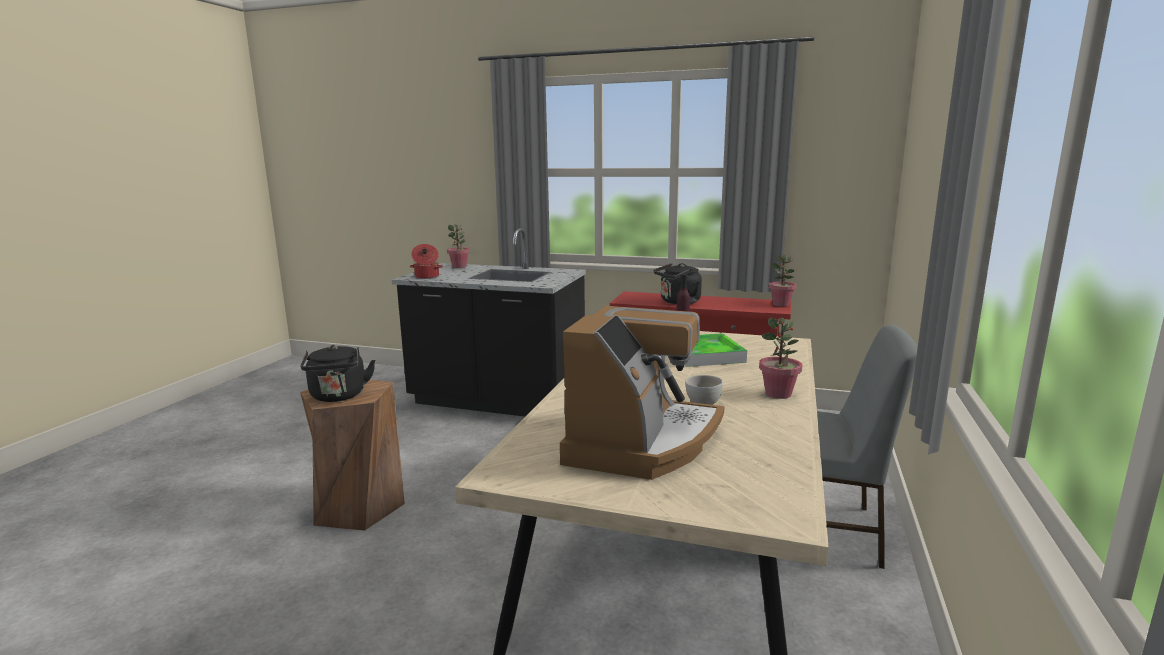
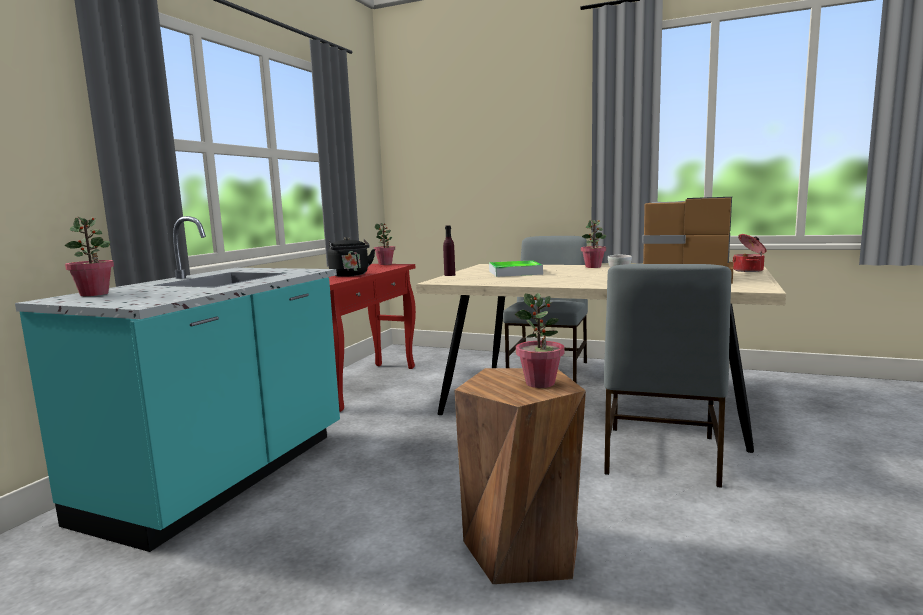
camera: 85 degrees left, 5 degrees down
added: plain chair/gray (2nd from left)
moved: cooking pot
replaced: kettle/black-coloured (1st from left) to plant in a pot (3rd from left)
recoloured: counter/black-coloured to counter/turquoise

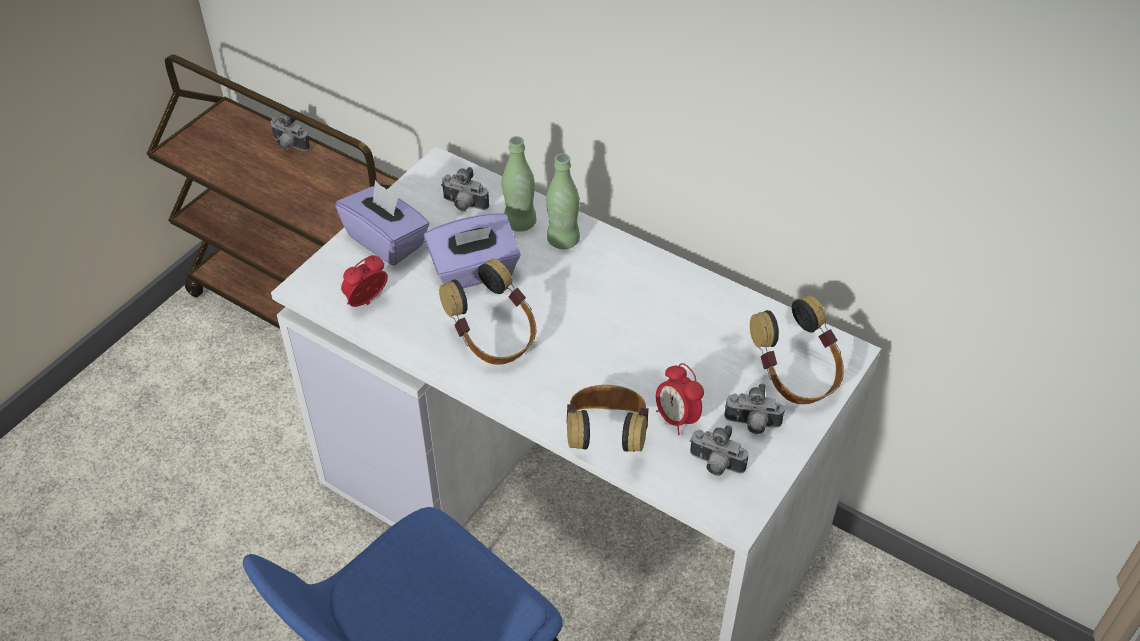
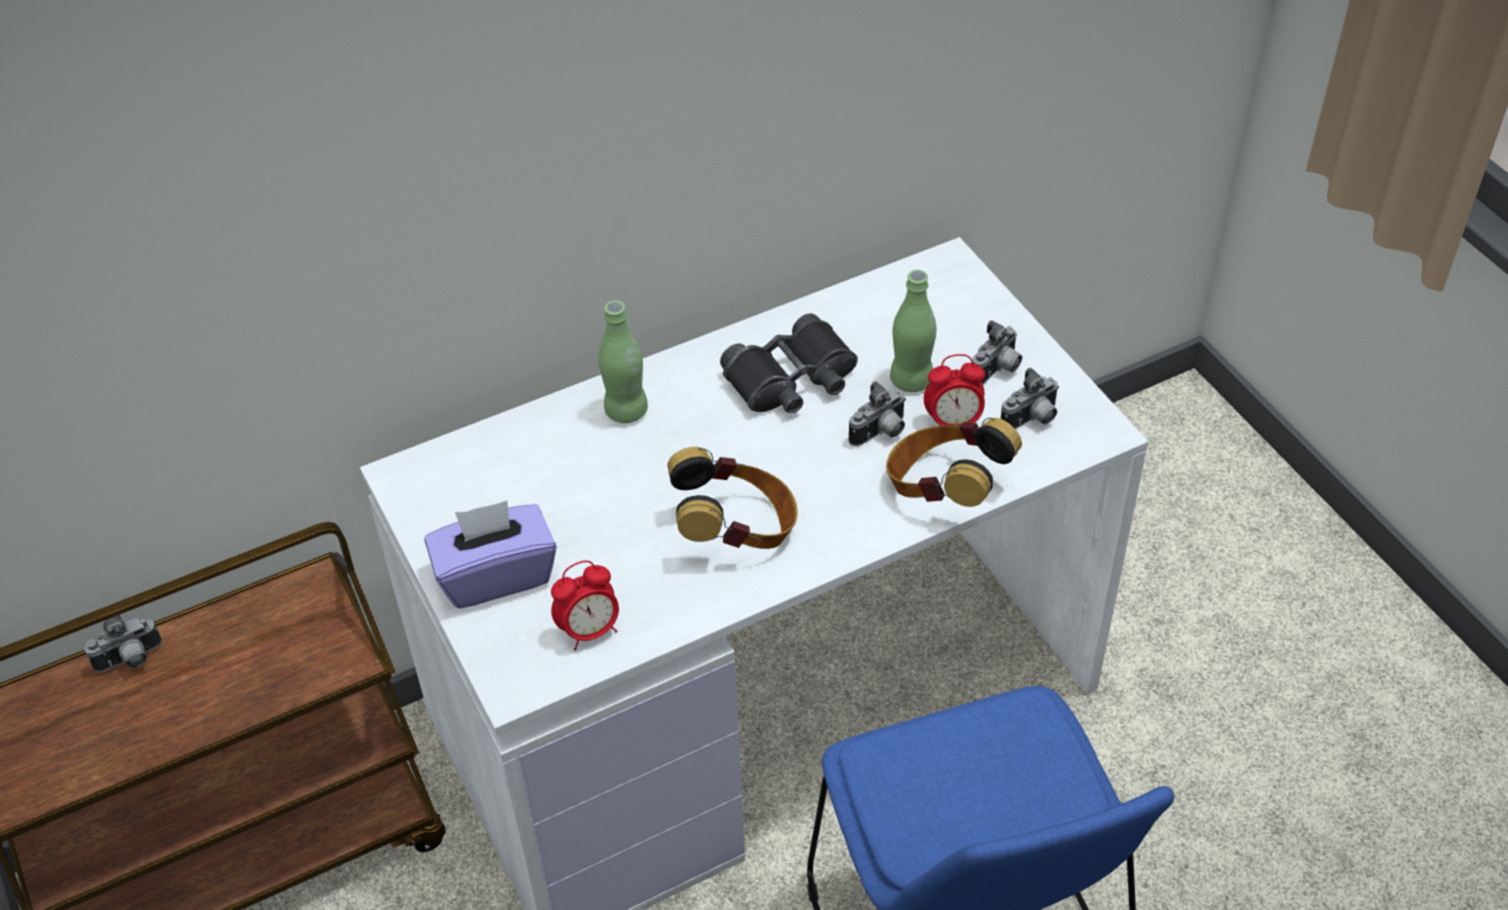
camera: 60 degrees left, 0 degrees up
removed: tissue holder/purplish (2nd from left); headset (3rd from left)
added: pair of binoculars/black-coloured
moved: still camera (2nd from left); beverage bottle/greenish (1st from left in the first image) to beverage bottle/greenish (2nd from left)
turned: bedside clock (1st from left) 105 degrees counterclockwise

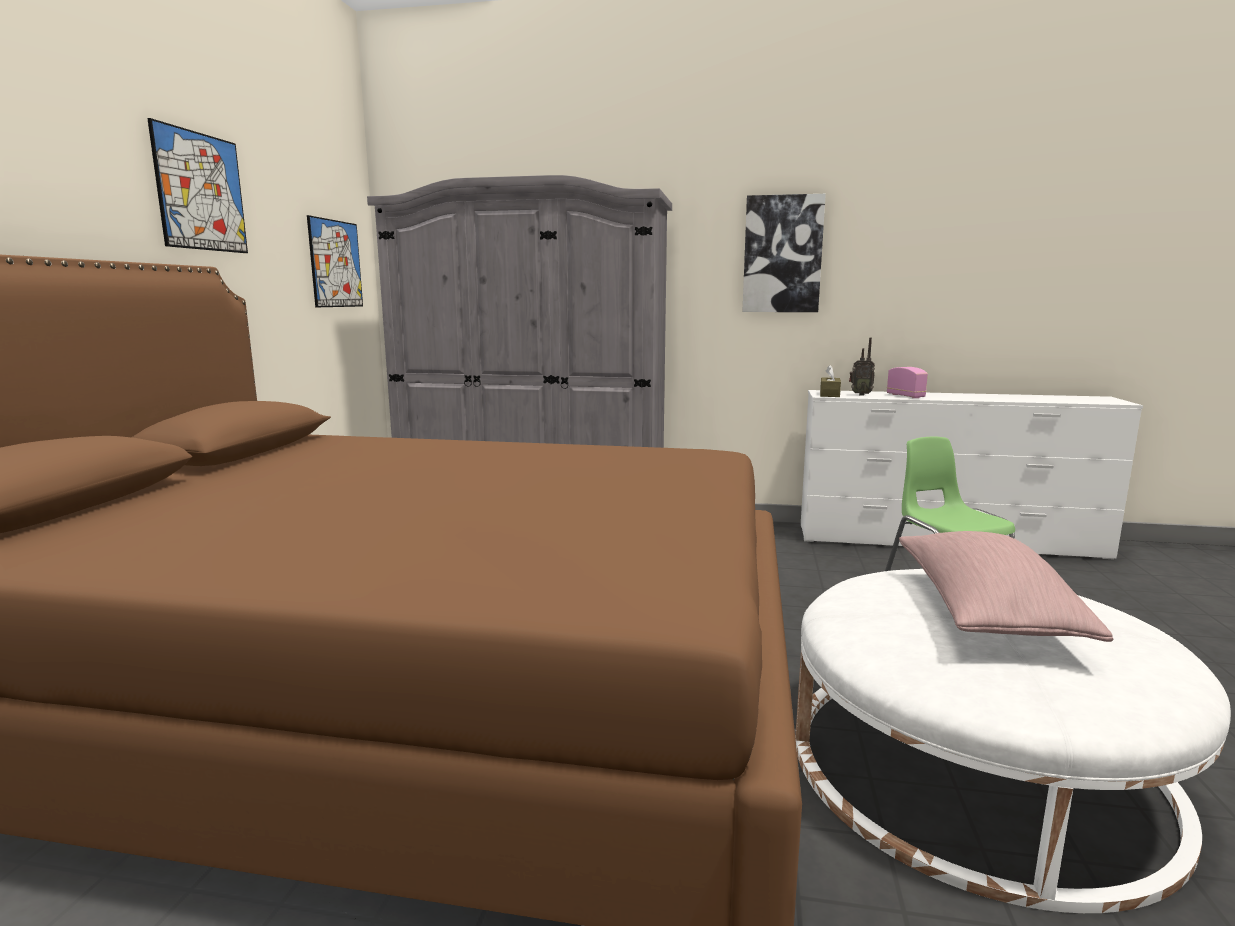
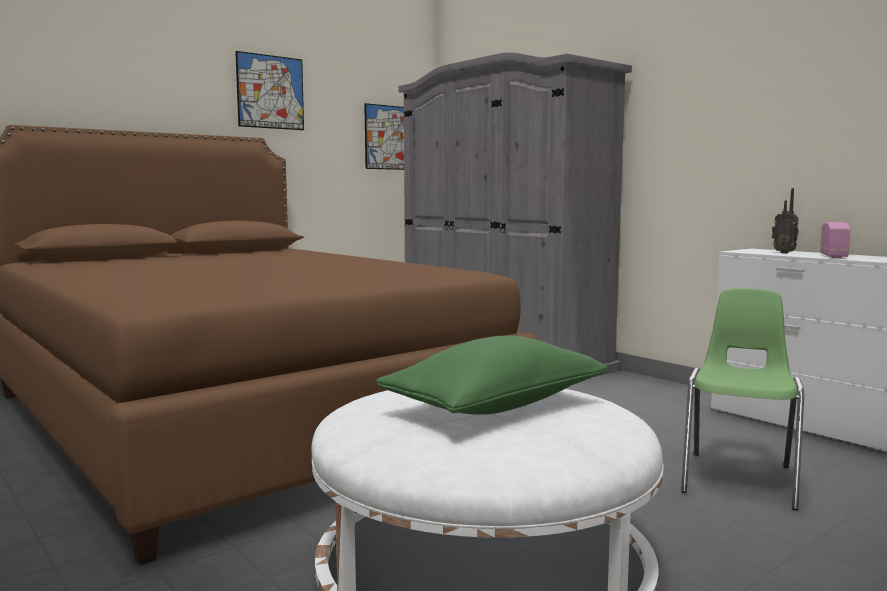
camera: 40 degrees right, 5 degrees down
removed: wall art (3rd from left); tissue holder/brown-coloured
recoloured: cushion/pink-coloured to cushion/greenish

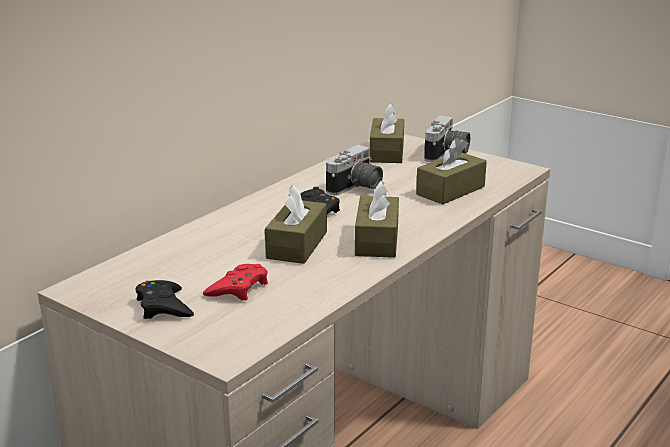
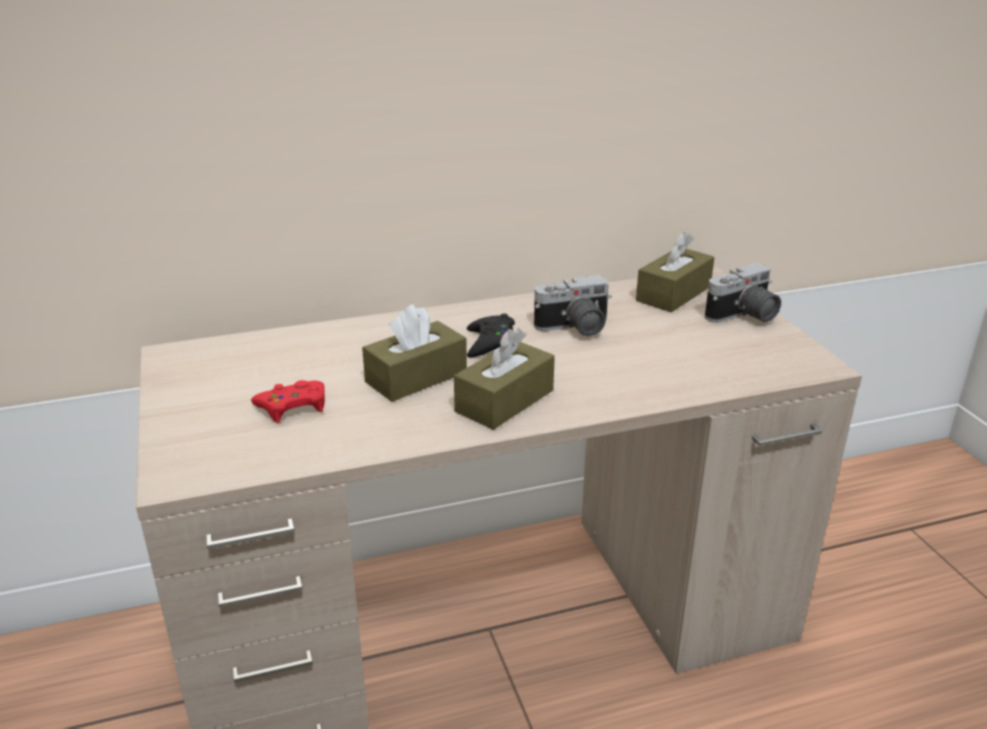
camera: 35 degrees right, 5 degrees up
removed: game controller/black-coloured (1st from left); tissue holder/brown-coloured (4th from left)

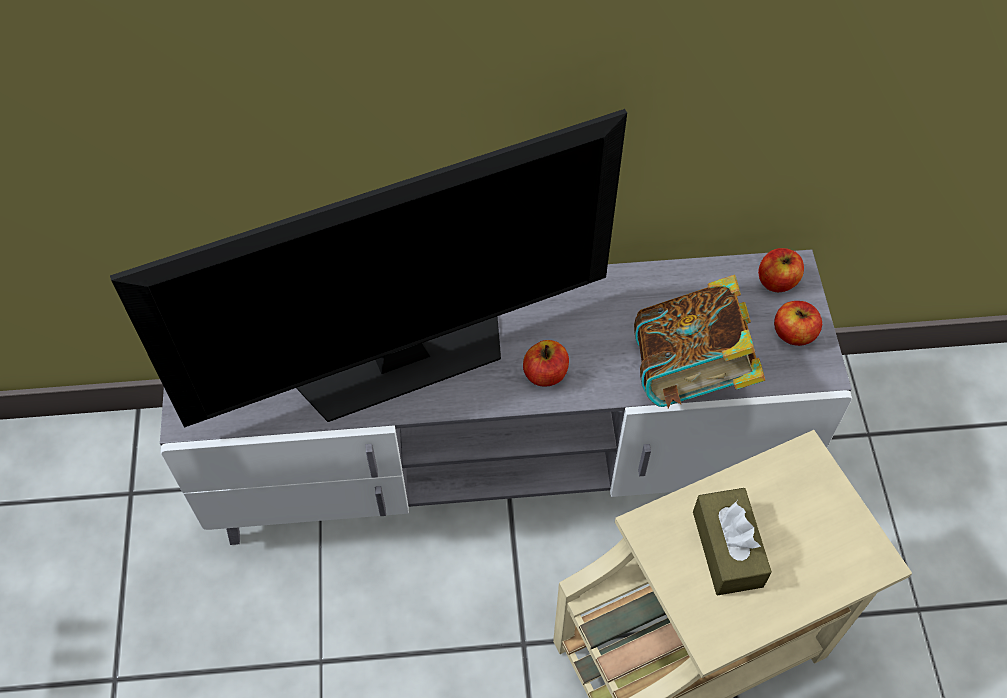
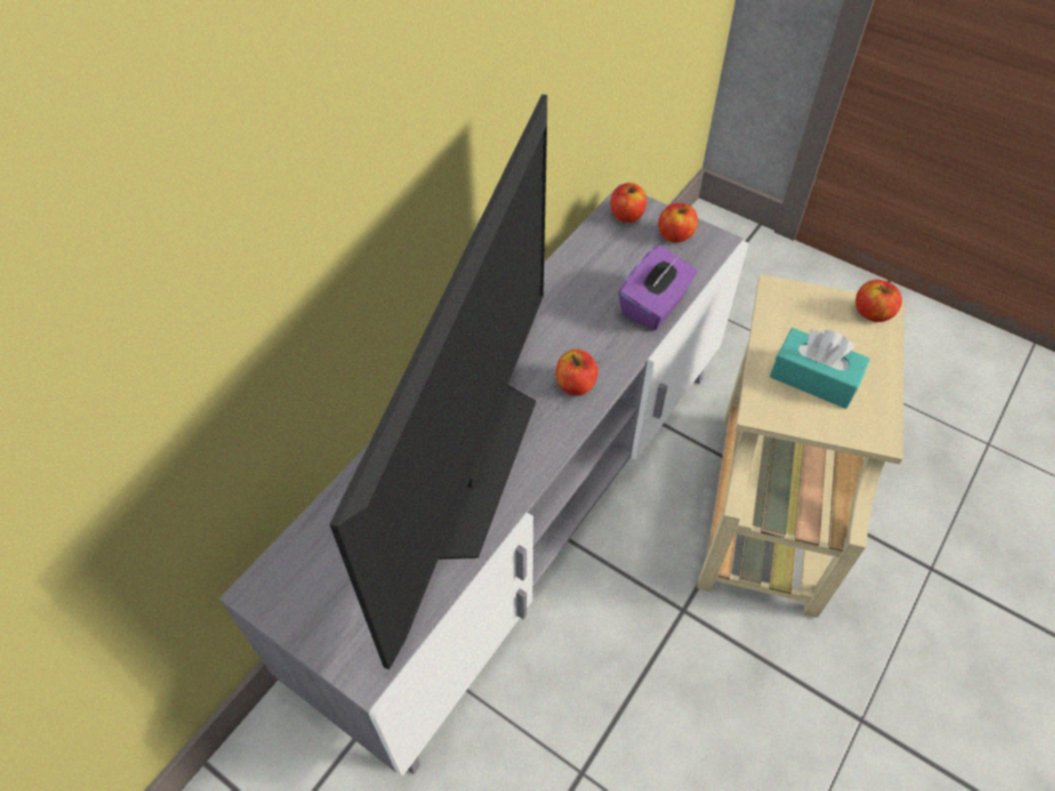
camera: 50 degrees left, 5 degrees down
added: apple fruit (4th from left)
replaced: book to tissue holder/purplish
recoloured: tissue holder/brown-coloured to tissue holder/turquoise

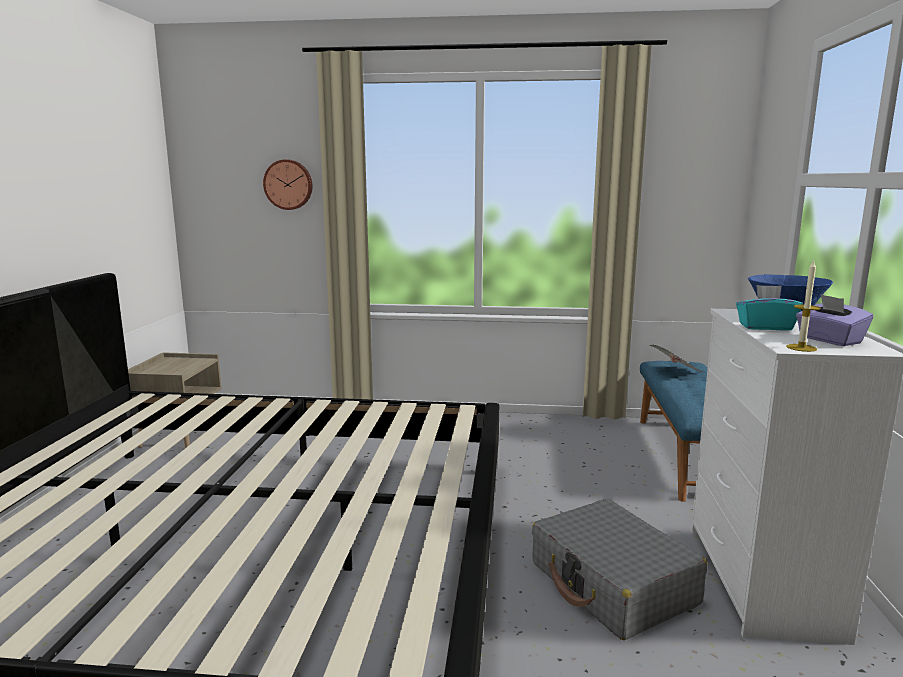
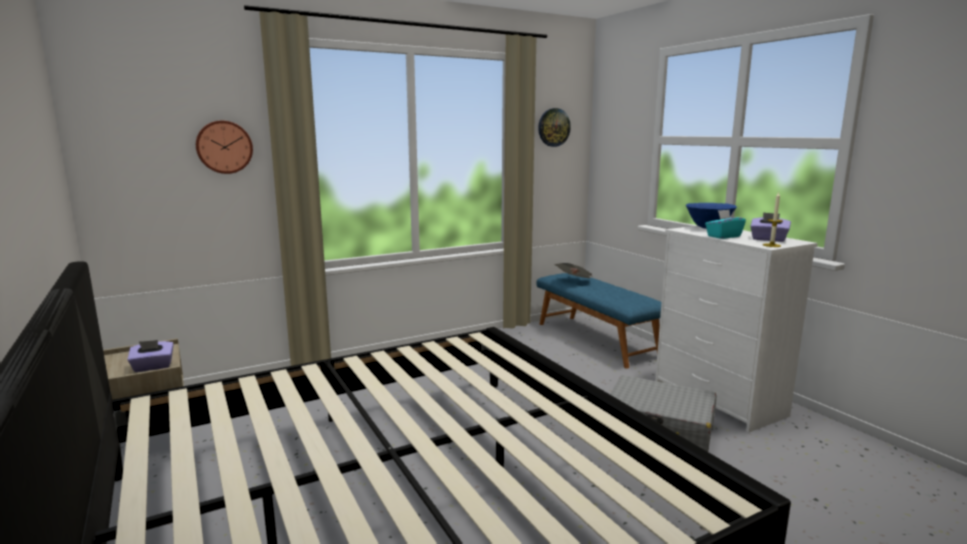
camera: 35 degrees left, 0 degrees up
added: tissue holder/purplish (1st from left); wall clock (2nd from left)

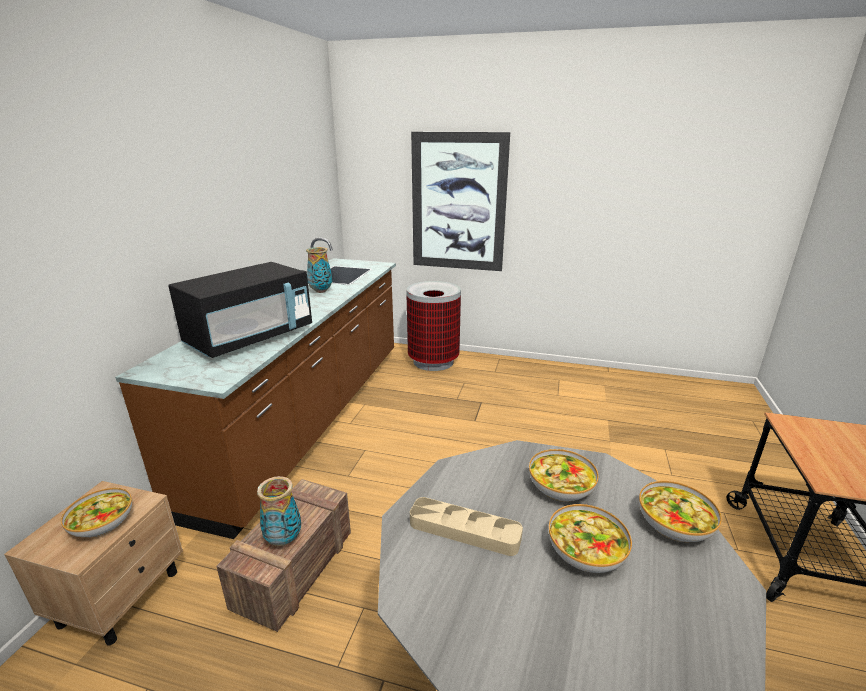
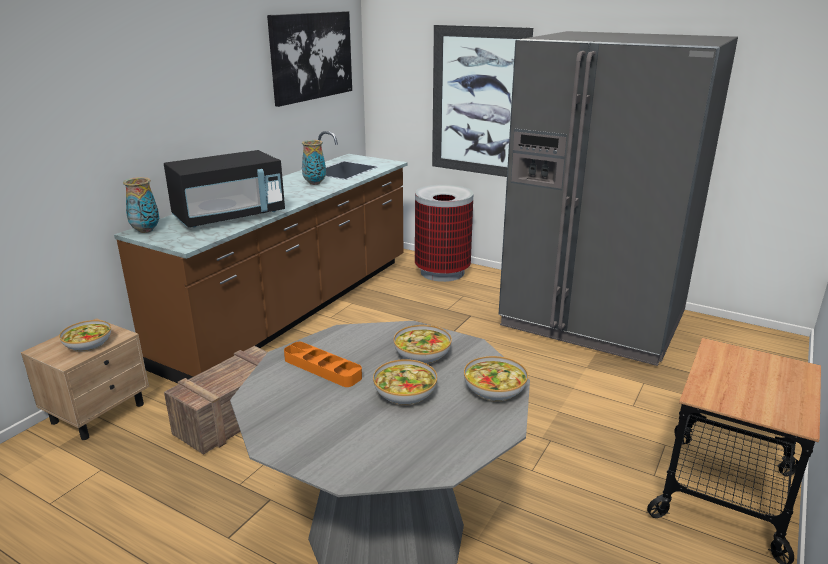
camera: 15 degrees right, 0 degrees up
added: wall art (1st from left); refrigerator/gray
moved: vase (1st from left)
recoloured: tray/beige-coloured to tray/orange

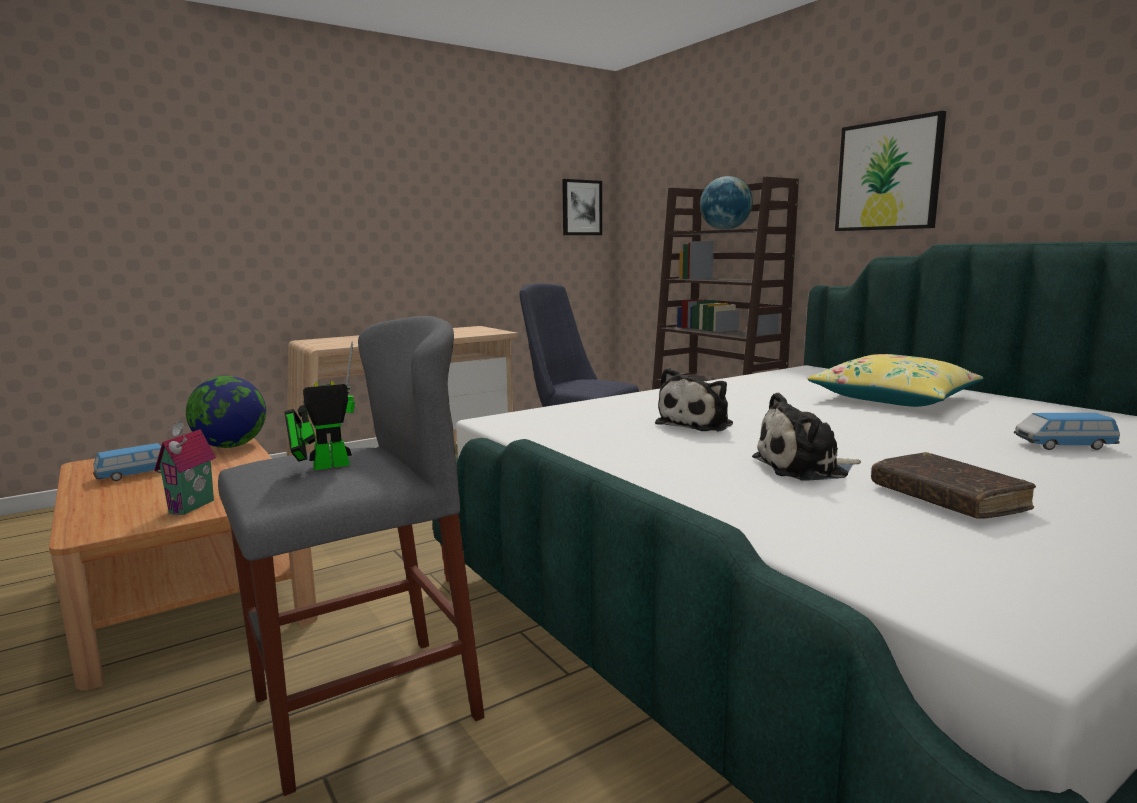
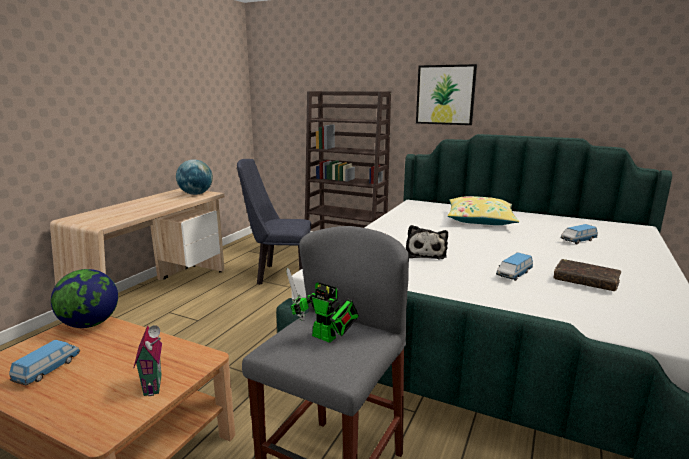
camera: 30 degrees left, 5 degrees up
removed: wall art (1st from left)
moved: desk globe (2nd from left)
replaced: cuddly toy (2nd from left) to miniature car (2nd from left)
turned: robot figure 90 degrees counterclockwise

